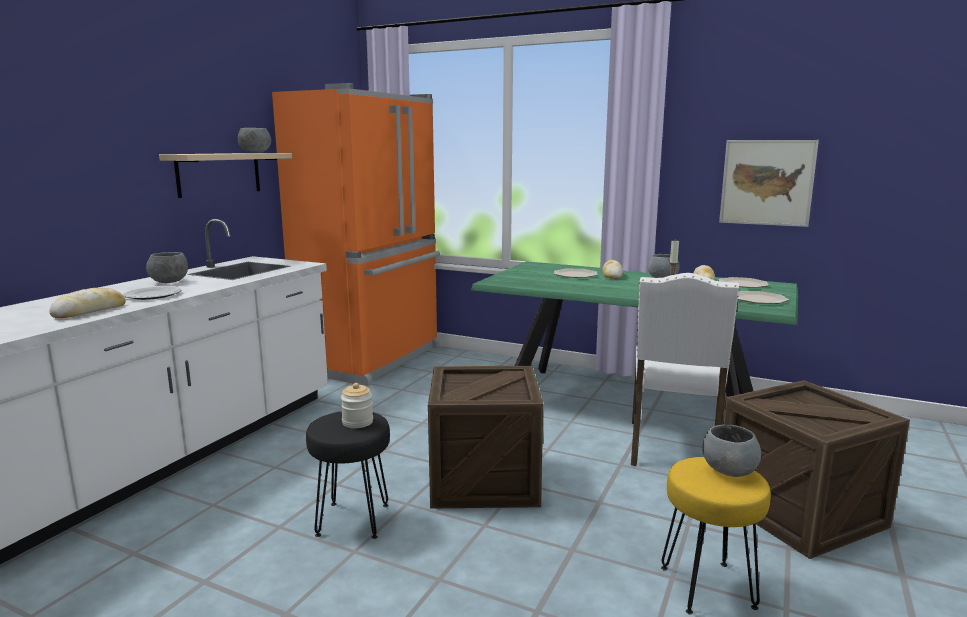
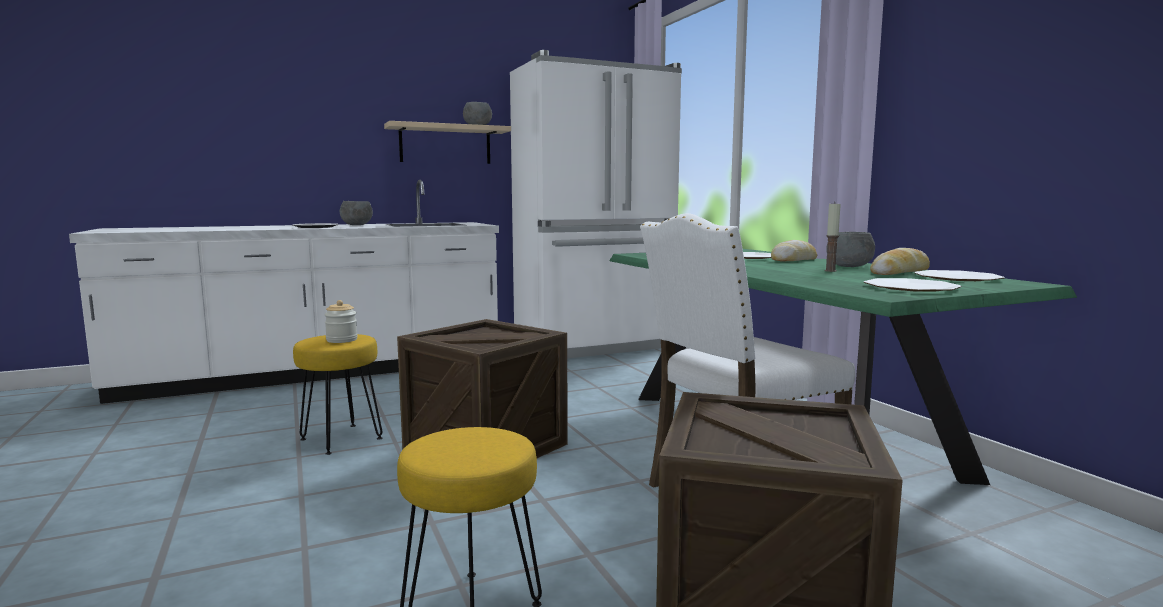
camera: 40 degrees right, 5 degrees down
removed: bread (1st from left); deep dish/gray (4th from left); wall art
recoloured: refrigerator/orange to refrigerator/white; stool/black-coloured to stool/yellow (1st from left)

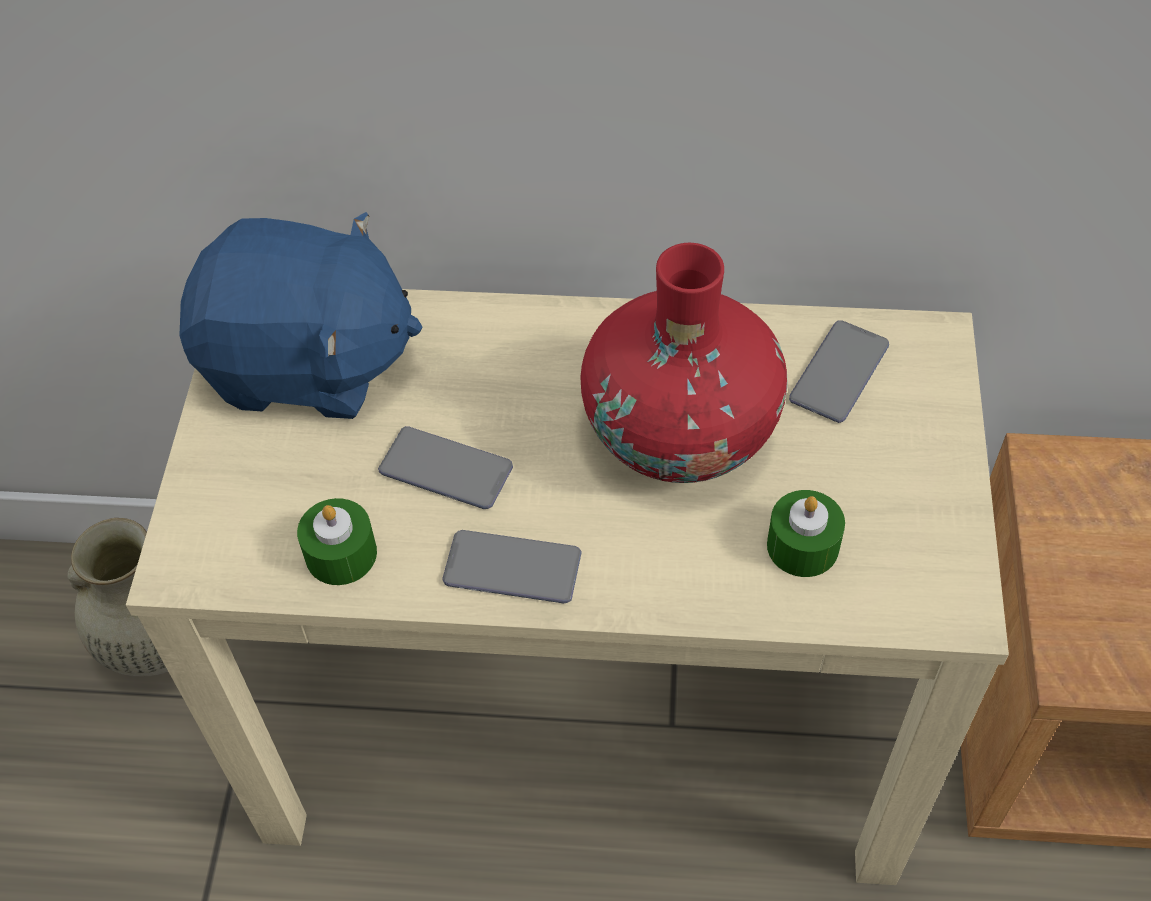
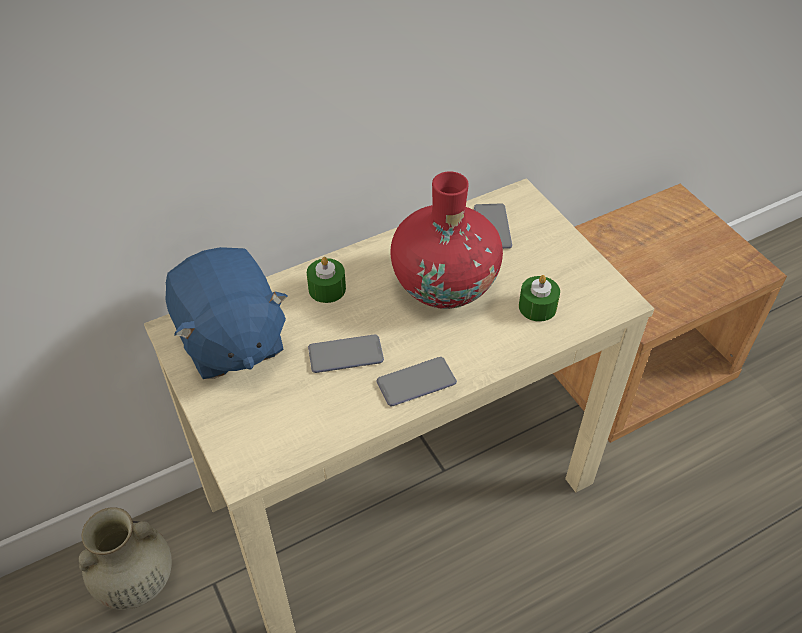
camera: 35 degrees left, 5 degrees down
moved: candle/greenish (1st from left)
turned: cuddly toy/blue-coloured 90 degrees clockwise

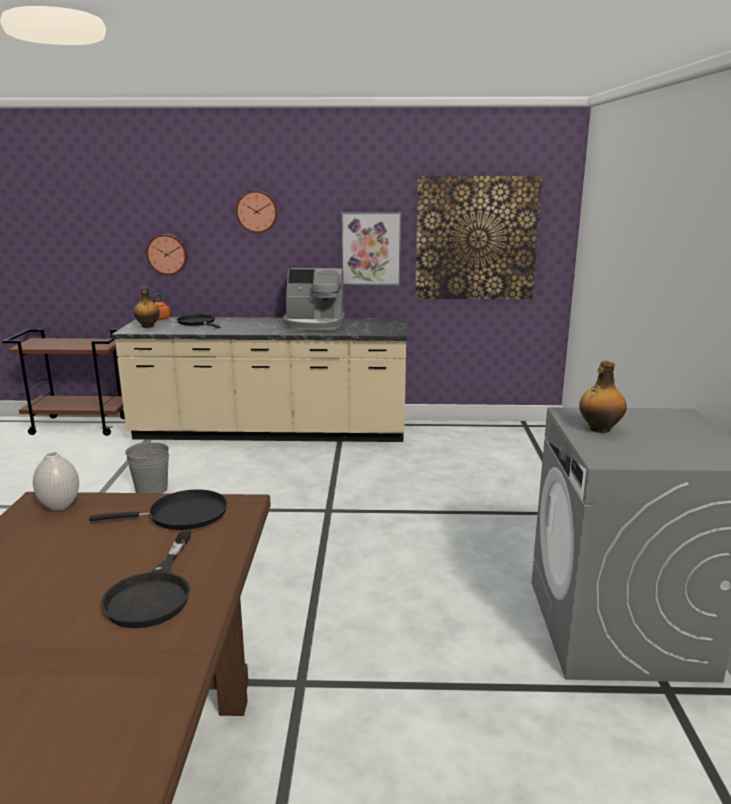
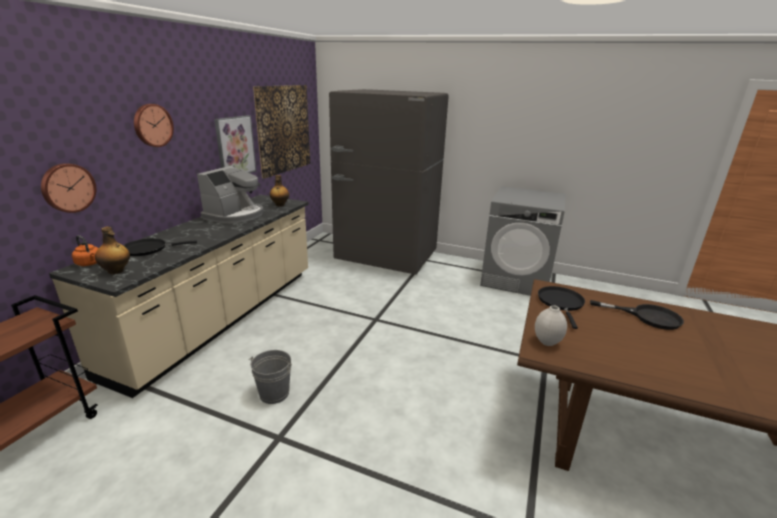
camera: 70 degrees left, 5 degrees up
added: refrigerator/gray
moved: beverage bottle (2nd from left)

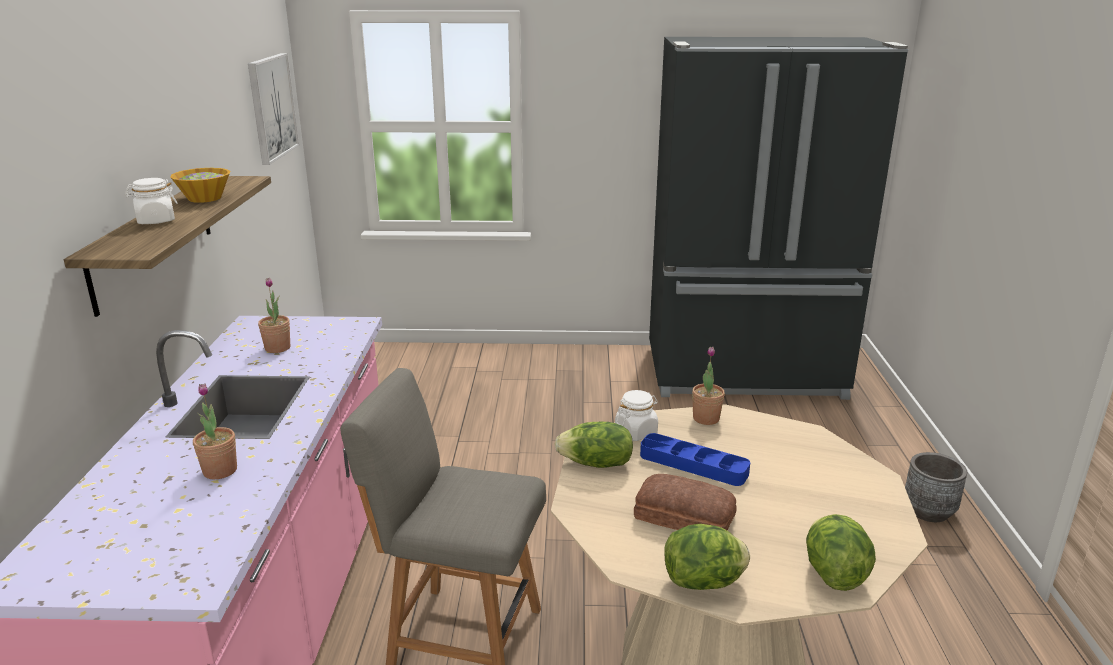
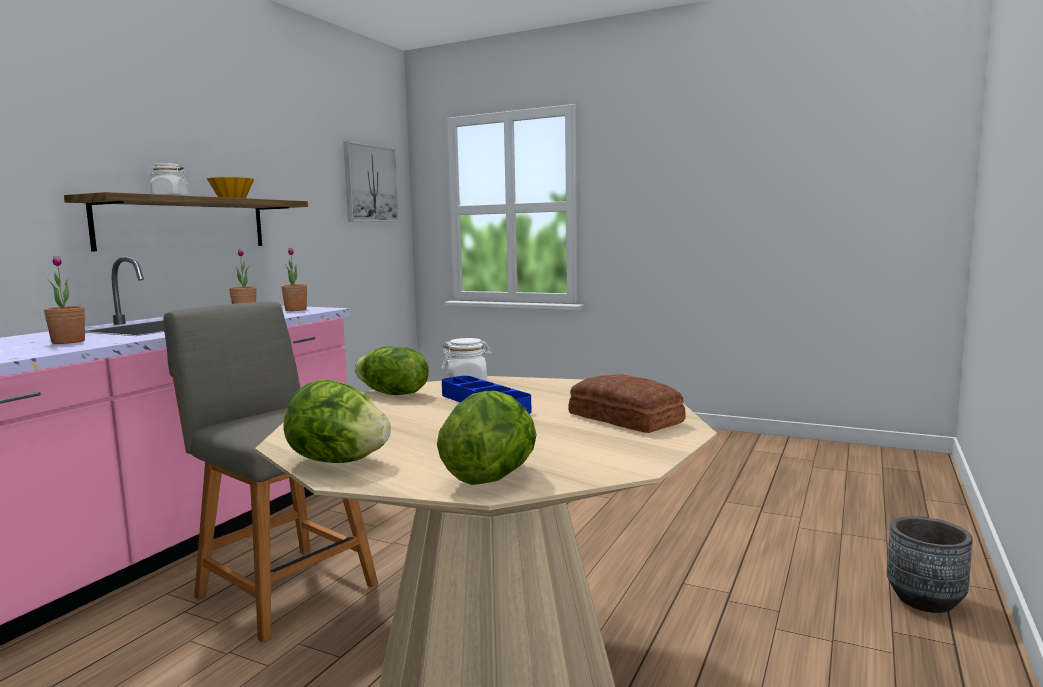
camera: 25 degrees right, 15 degrees down
removed: refrigerator/black-coloured
moved: bread; plant in a pot (3rd from left)

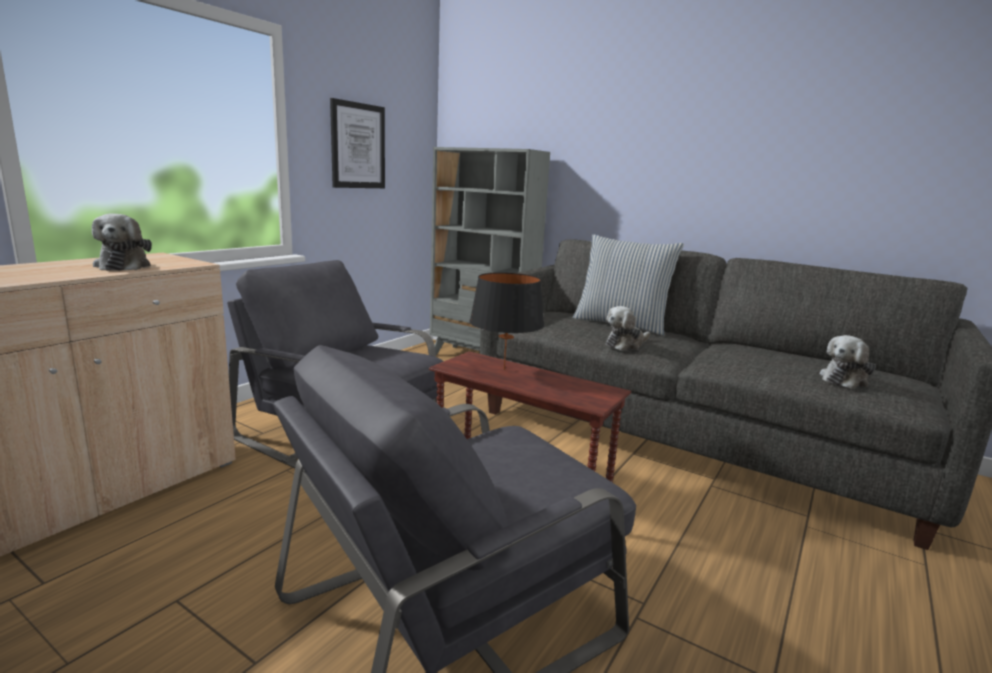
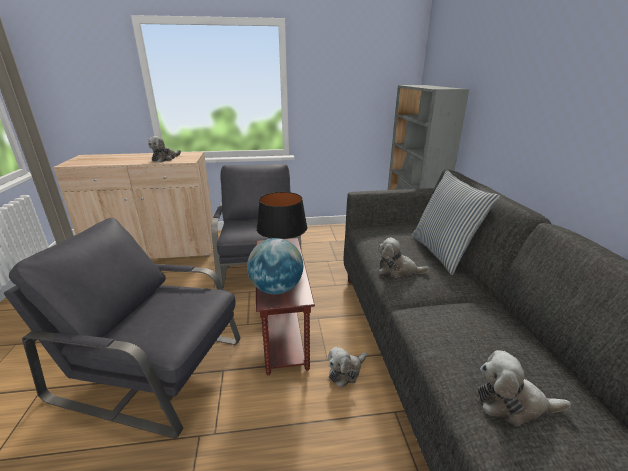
camera: 50 degrees right, 10 degrees up
removed: wall art
added: desk globe; cuddly toy (2nd from left)

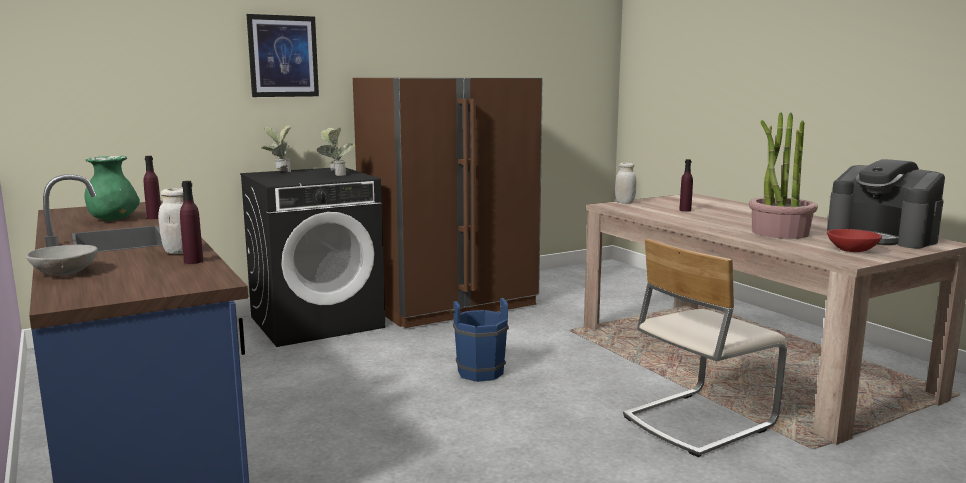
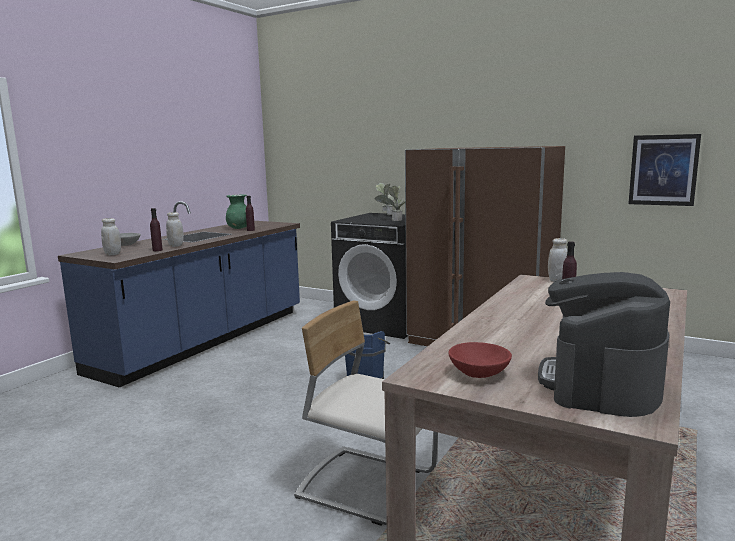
camera: 60 degrees right, 0 degrees up
removed: plant in a pot (3rd from left)
added: jar/white (1st from left)
moved: wall art

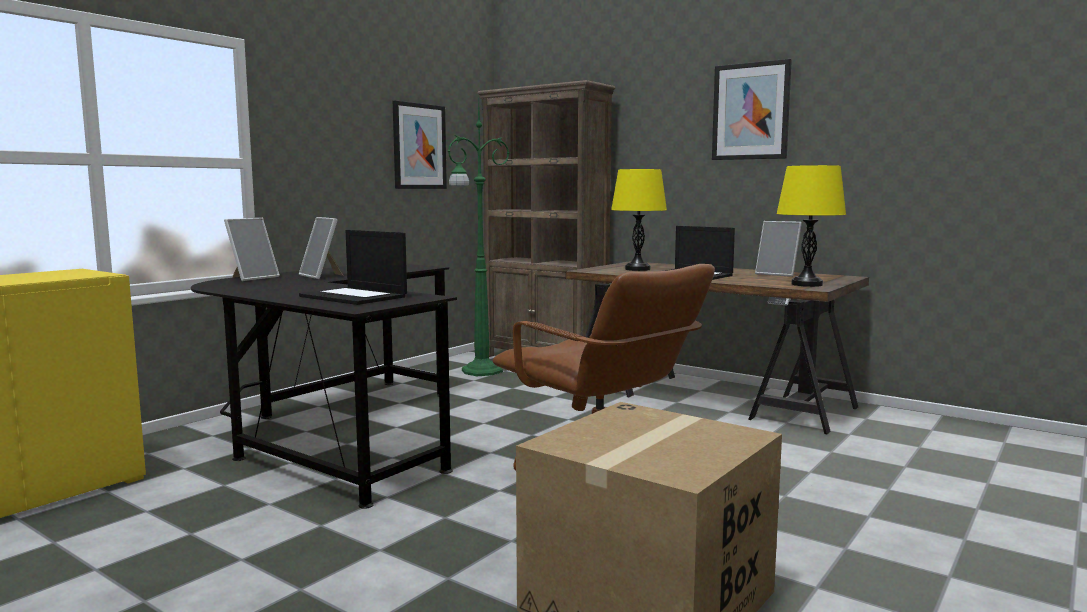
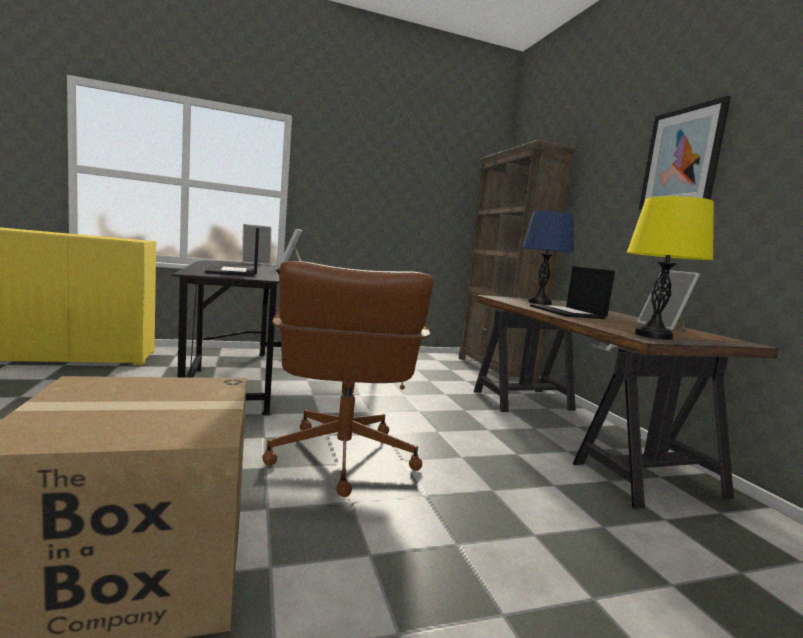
camera: 35 degrees right, 0 degrees up
removed: wall art (1st from left); floor lamp/greenish
recoloured: tabletop lamp/yellow (1st from left) to tabletop lamp/blue-coloured

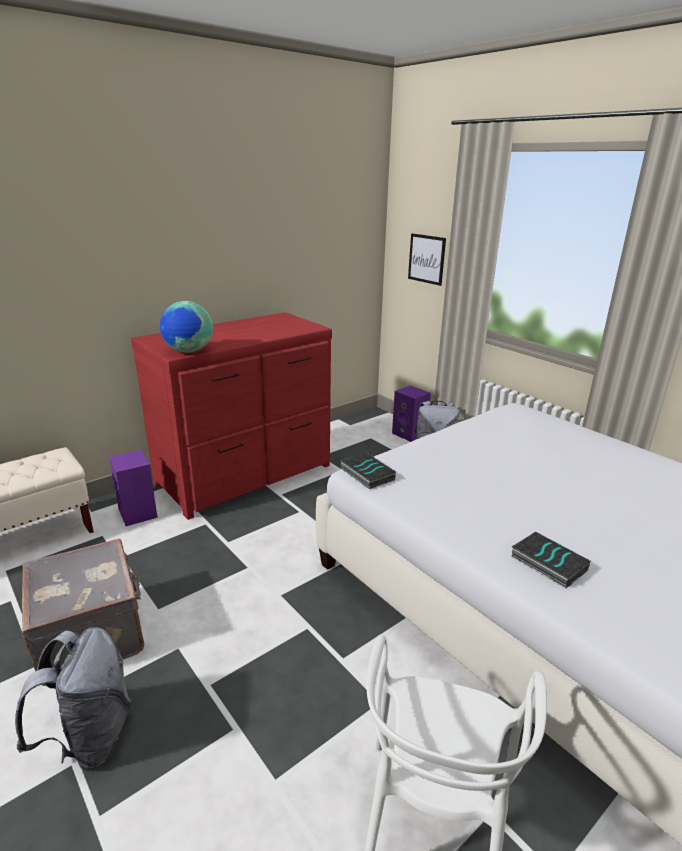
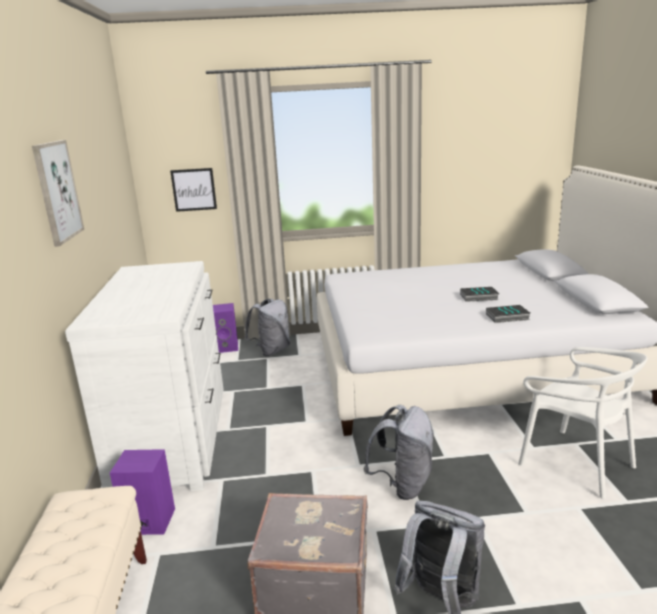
camera: 55 degrees left, 5 degrees down
removed: desk globe
added: wall art (1st from left); knapsack/gray (2nd from left)
moved: book (1st from left)
recoloured: drawer chest/reddish to drawer chest/white

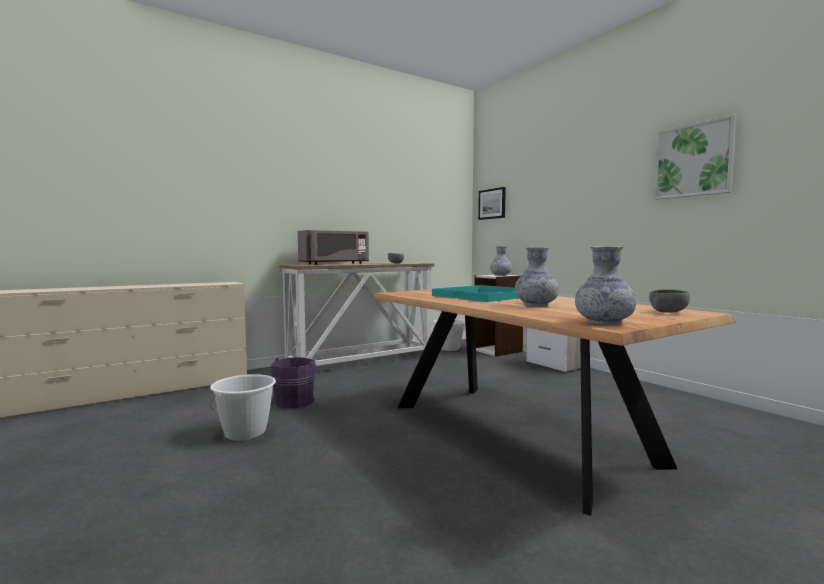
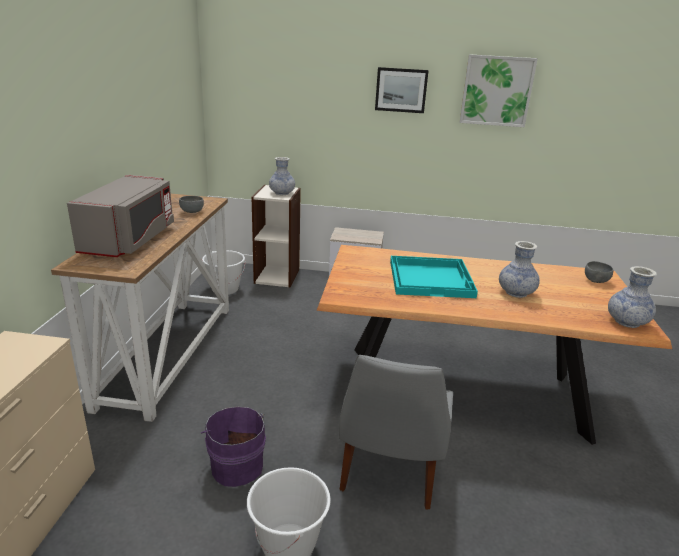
camera: 50 degrees left, 20 degrees up
added: plain chair/gray
moved: wall art (1st from left)

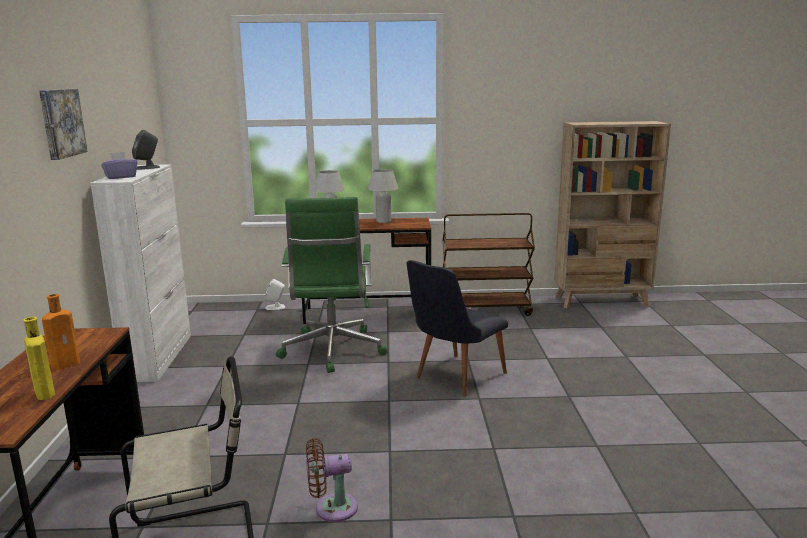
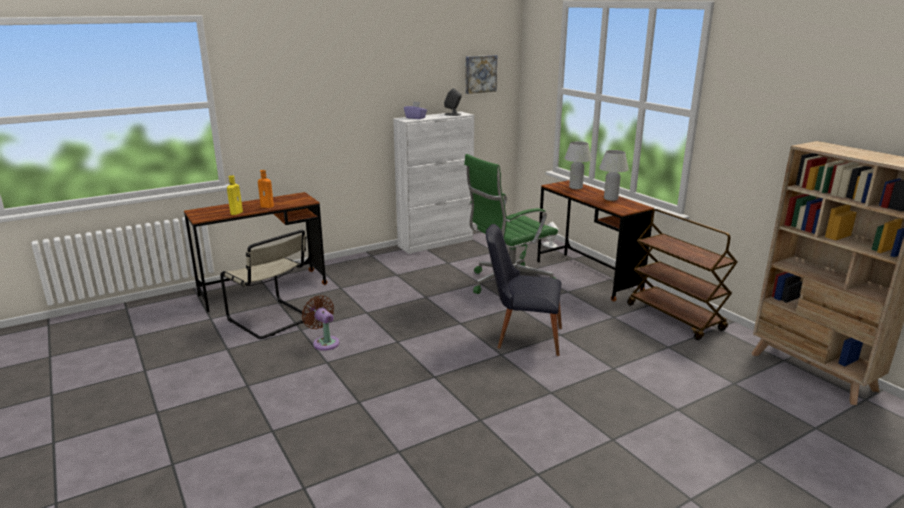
camera: 60 degrees right, 5 degrees up
moved: wall art

